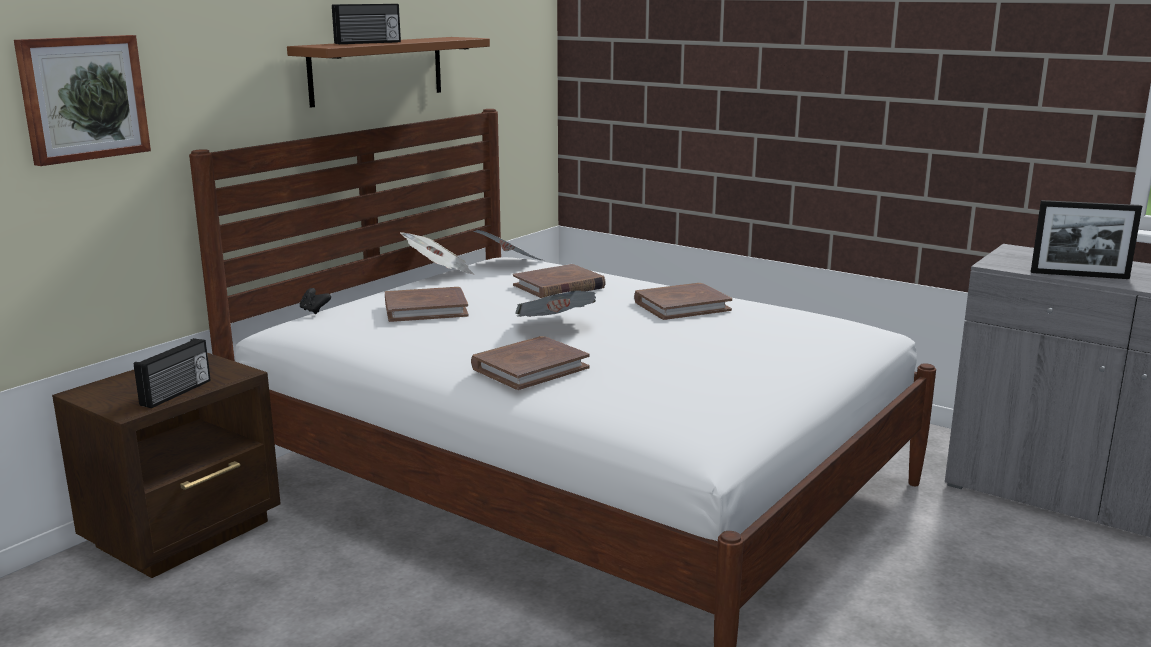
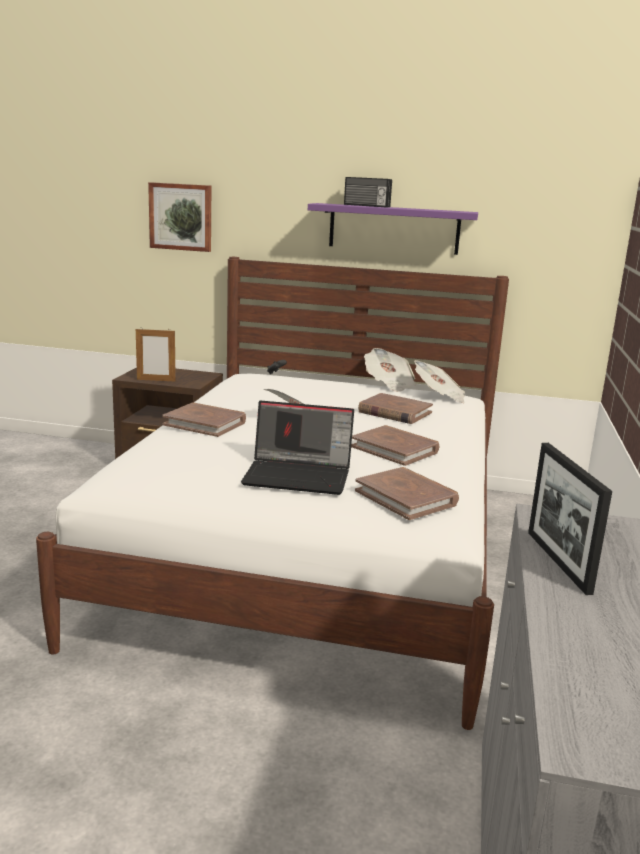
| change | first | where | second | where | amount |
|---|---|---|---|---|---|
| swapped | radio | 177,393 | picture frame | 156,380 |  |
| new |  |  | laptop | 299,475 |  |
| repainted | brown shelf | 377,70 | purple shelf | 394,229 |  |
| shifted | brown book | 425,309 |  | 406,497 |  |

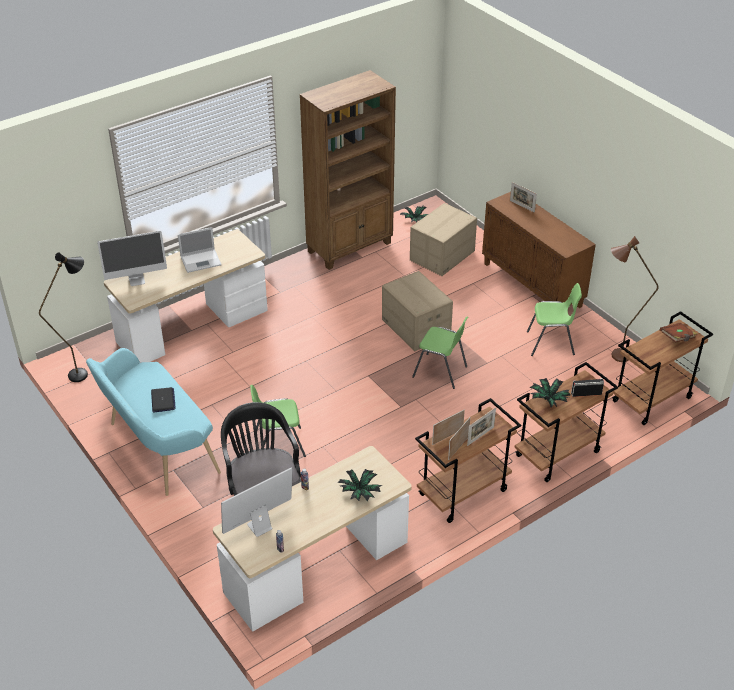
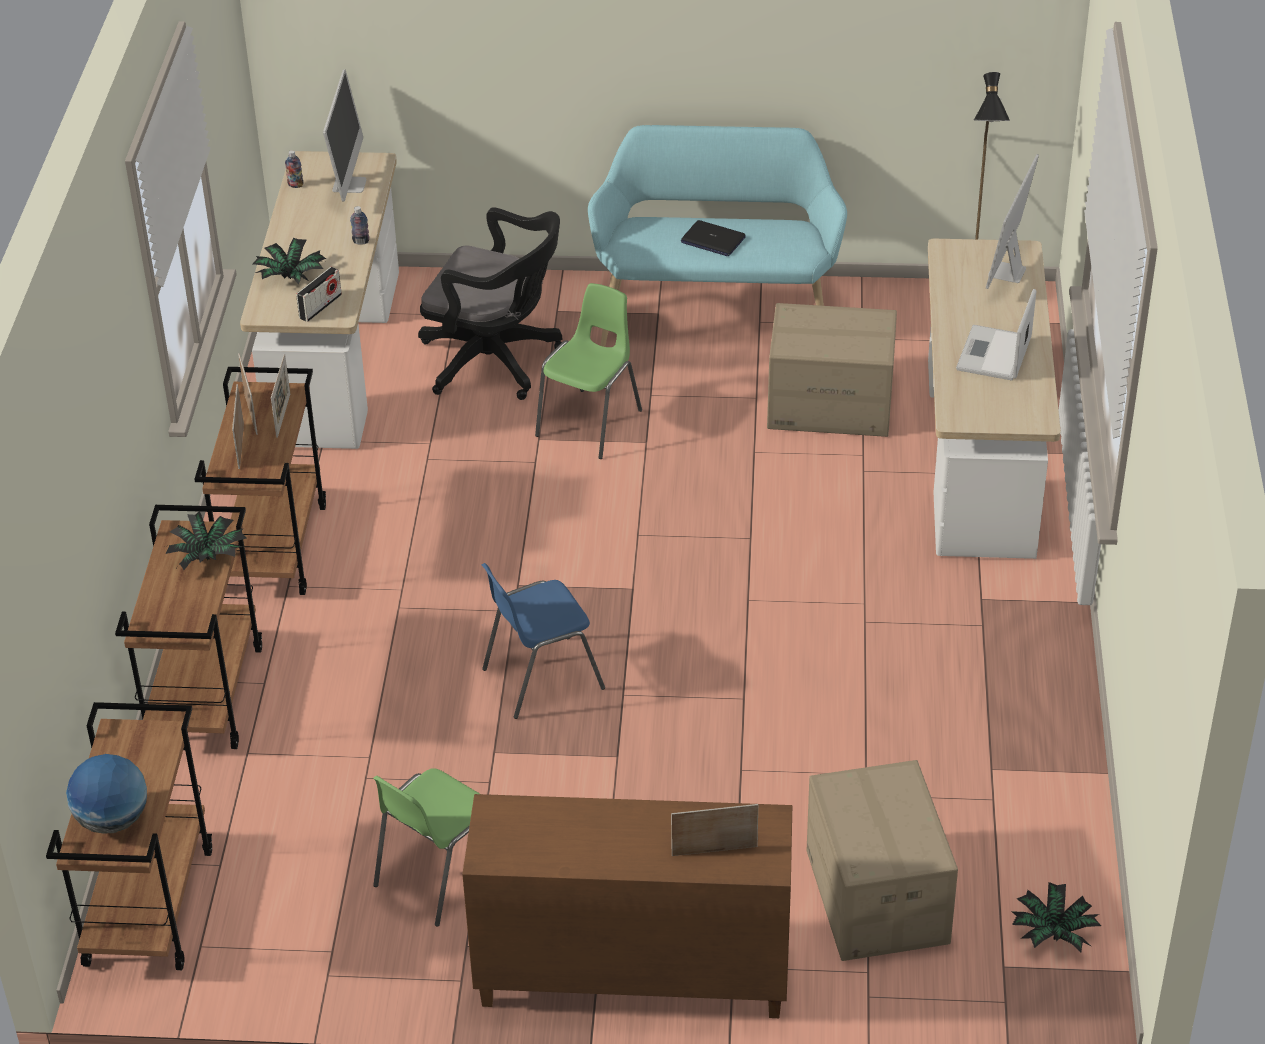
| change | first | where | second | where | amount |
|---|---|---|---|---|---|
| swapped | brown book | 677,338 | globe | 113,820 |  |
| shifted | radio | 586,393 |  | 320,306 |  |
| repainted | green chair | 440,372 | blue chair | 541,678 |  |
| shifted | cardboard box | 415,327 |  | 830,404 |  |
| gone | brown bookcase | 350,247 |  |  |  |
| gone | brown floor lamp | 613,356 |  |  |  |

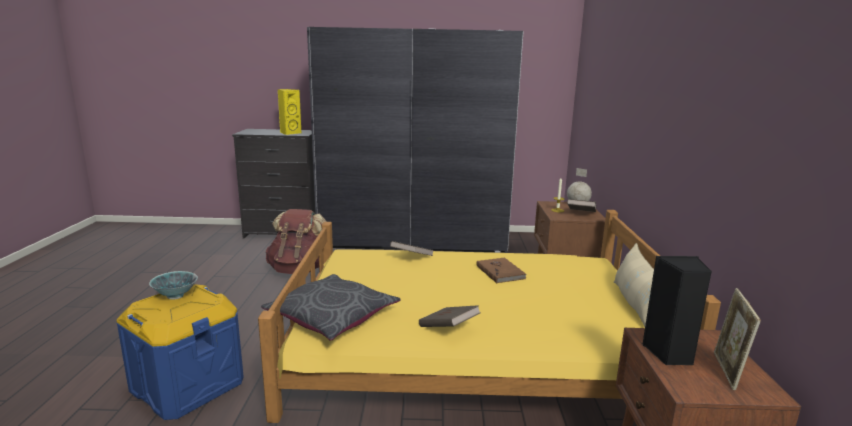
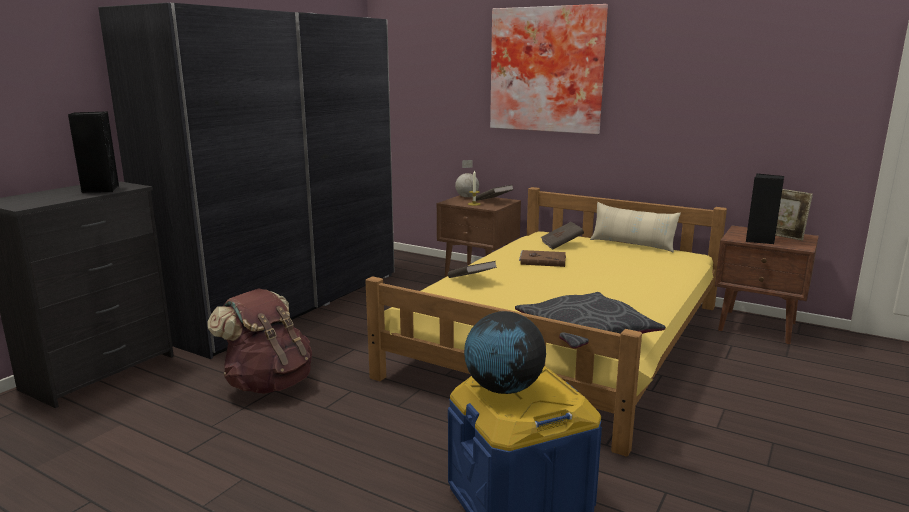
| change | first | where | second | where | amount |
|---|---|---|---|---|---|
| repainted | yellow speaker | 289,133 | black speaker | 100,189 |  |
| swapped | bowl | 175,296 | globe | 503,389 |  |
| new |  |  | picture | 547,70 |  |
| shifted | brown book | 448,328 |  | 561,245 |  |

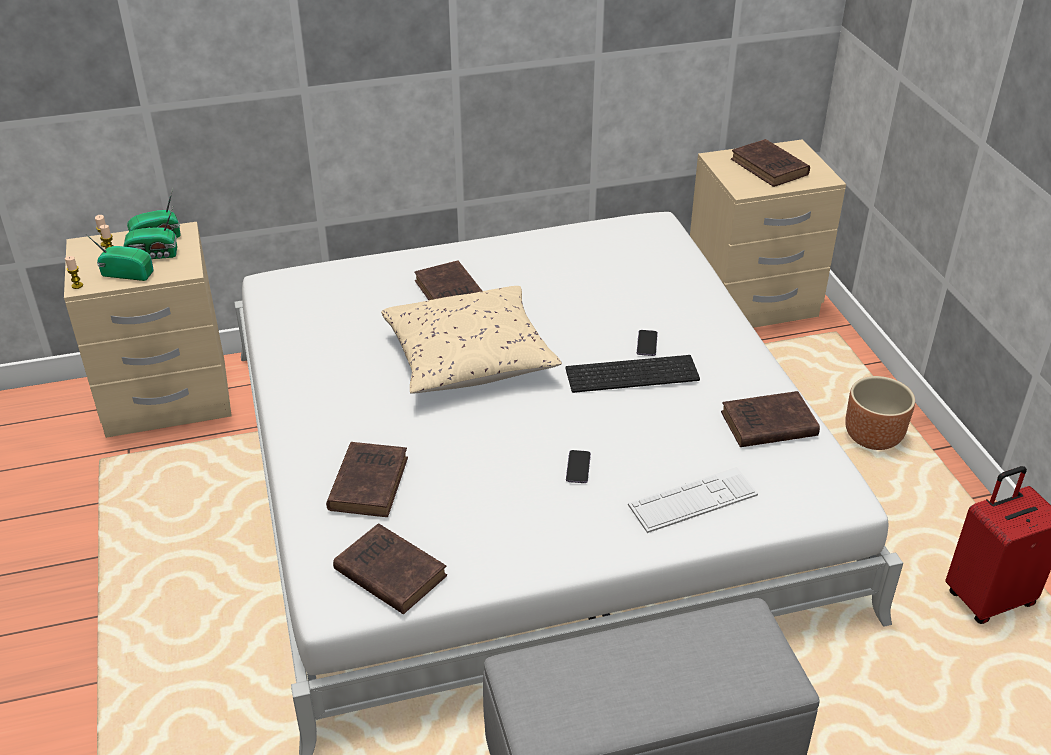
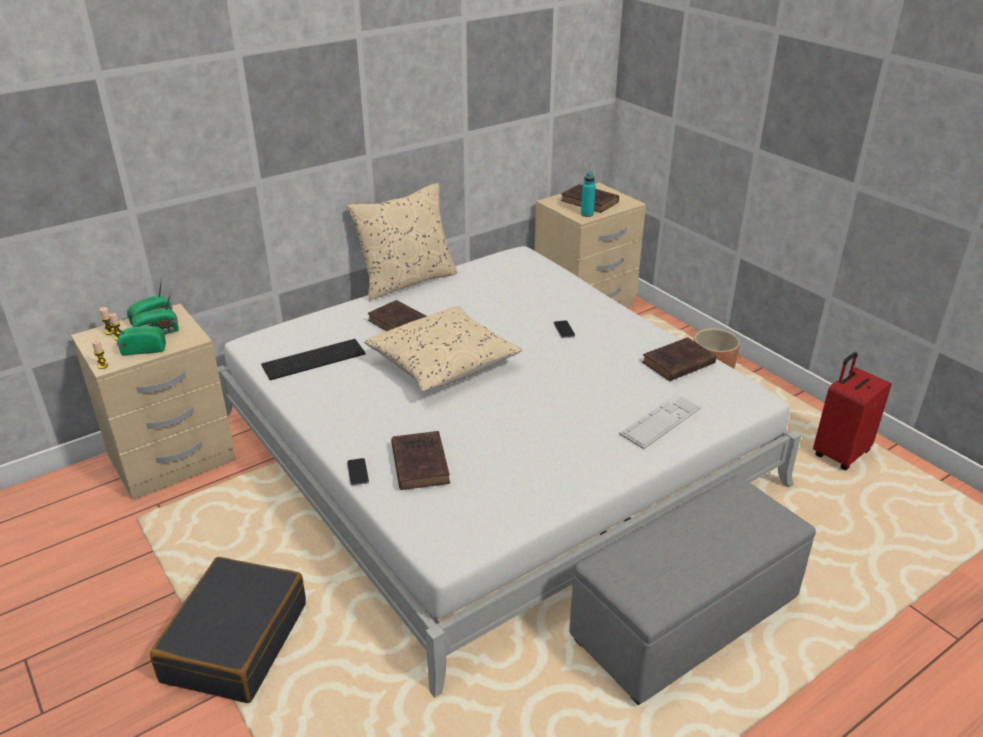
| change | first | where | second | where | amount |
|---|---|---|---|---|---|
| new |  |  | black suitcase | 235,641 |  |
| shifted | keyboard | 633,372 |  | 314,358 |  |
| new |  |  | beige pillow | 406,281 |  |
| shifted | phone | 578,468 |  | 358,472 |  |
| new |  |  | turquoise bottle | 587,214 |  |
| gone | brown book | 388,572 |  |  |  |

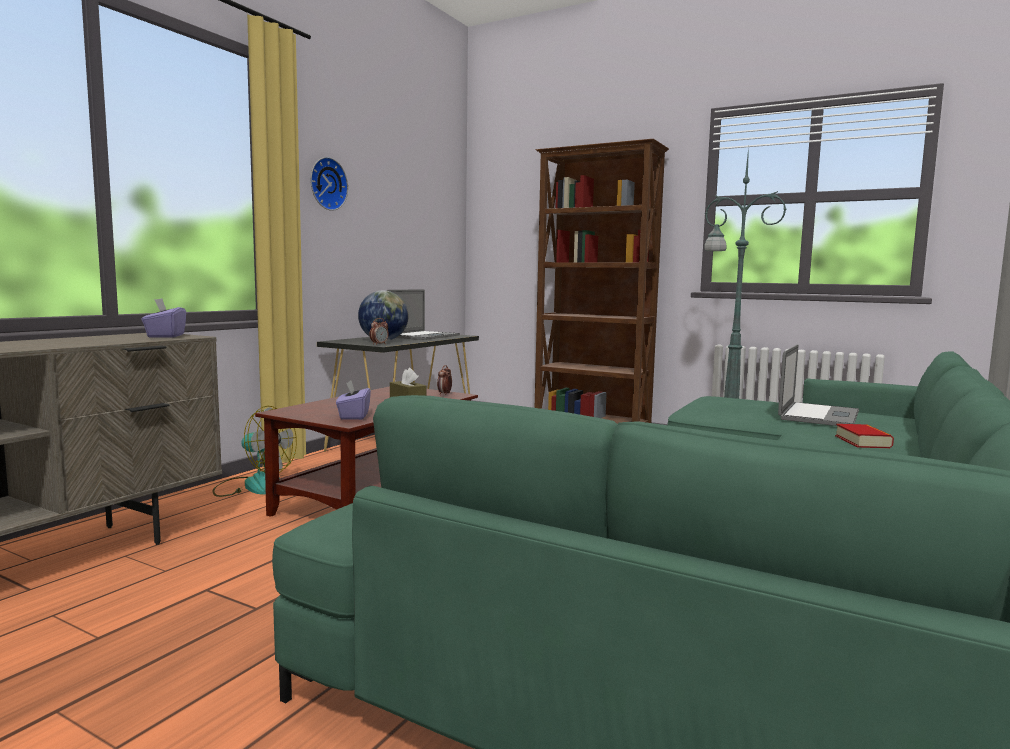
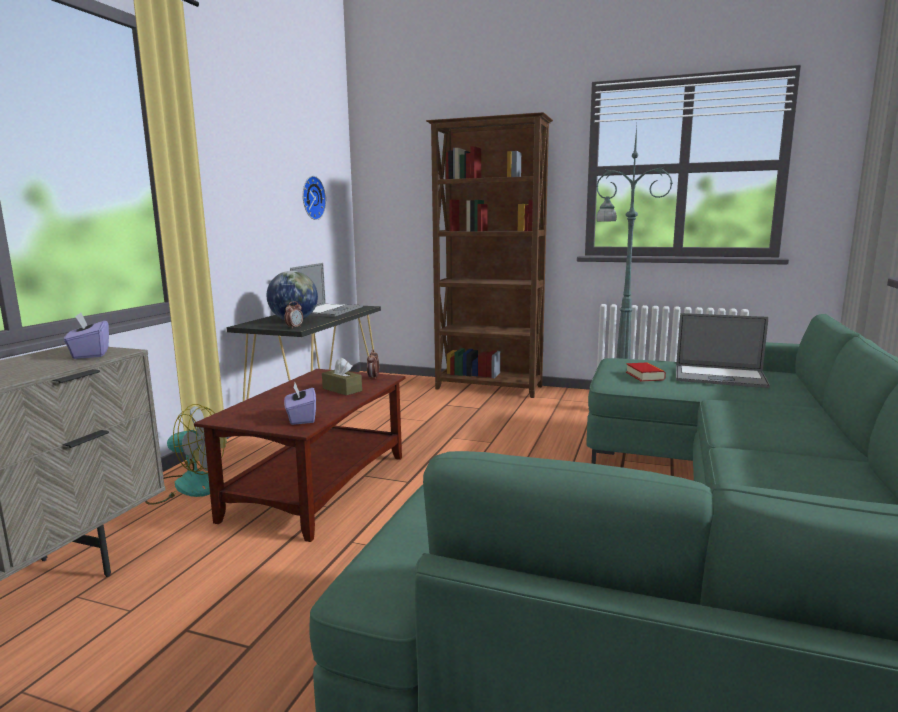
| change | first | where | second | where | amount |
|---|---|---|---|---|---|
| shifted | wall clock | 326,184 |  | 311,198 |  |
| shifted | book | 862,442 |  | 645,376 |  |
| rotated | laptop | 819,415 |  | 719,377 | 90 degrees clockwise |

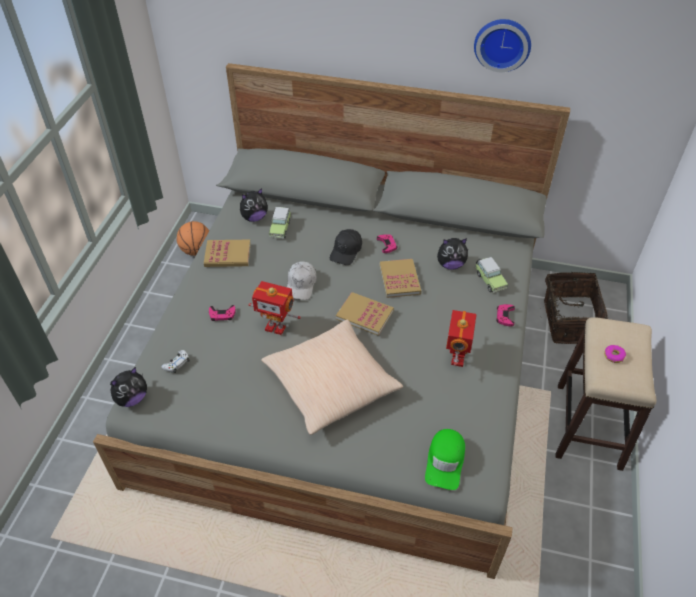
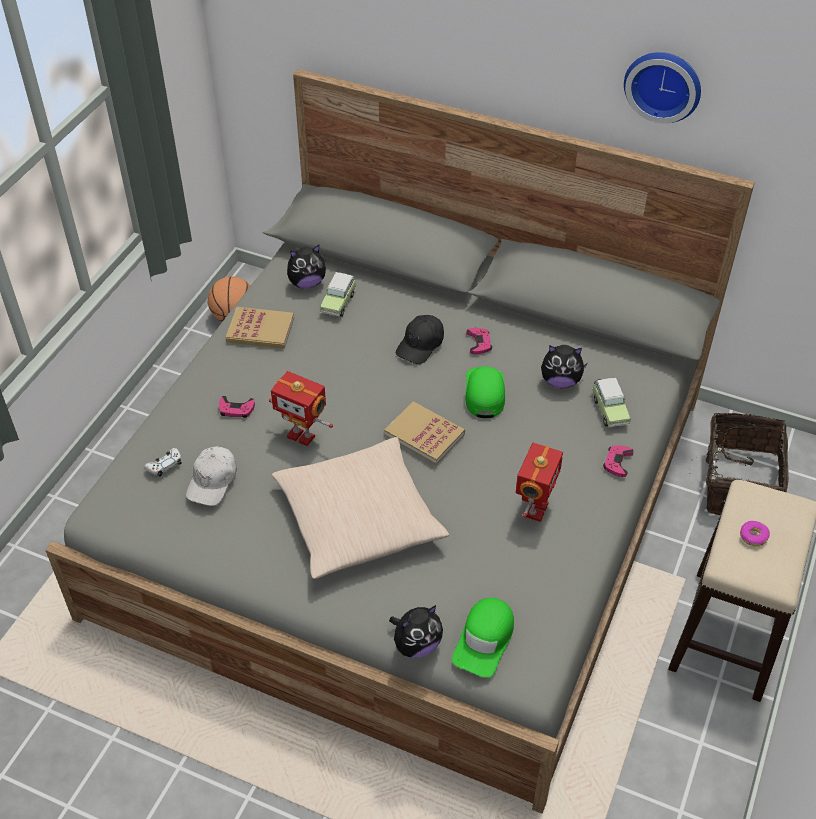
| change | first | where | second | where | amount |
|---|---|---|---|---|---|
| shifted | white cap | 301,285 |  | 213,481 |  |
| shifted | plush toy | 132,398 |  | 416,645 |  |
| swapped | book | 399,279 | green cap | 484,393 |  |

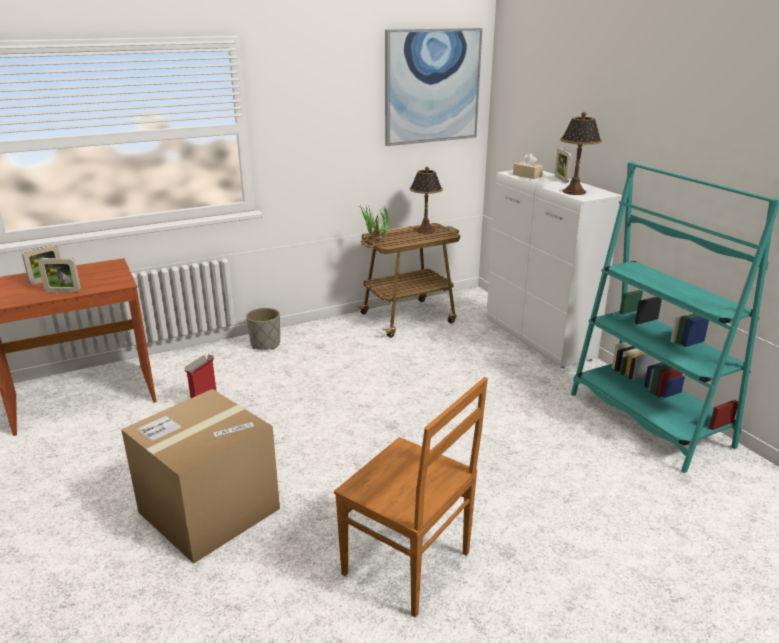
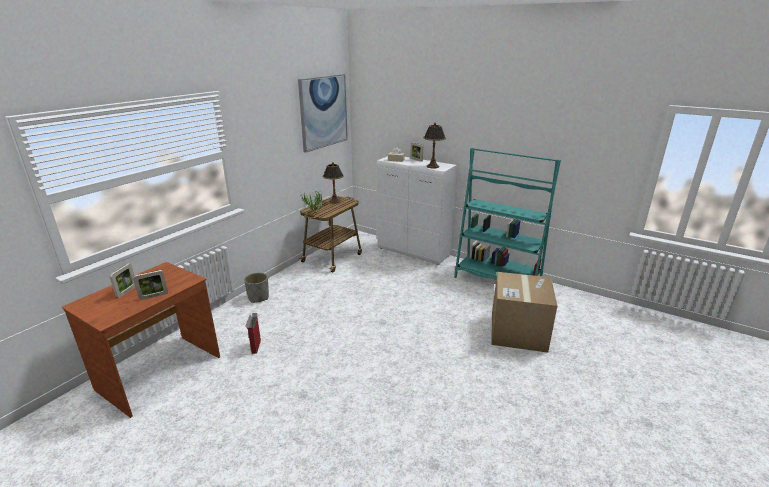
| change | first | where | second | where | amount |
|---|---|---|---|---|---|
| shifted | cardboard box | 209,510 |  | 518,332 |  |
| gone | brown chair | 409,565 |  |  |  |

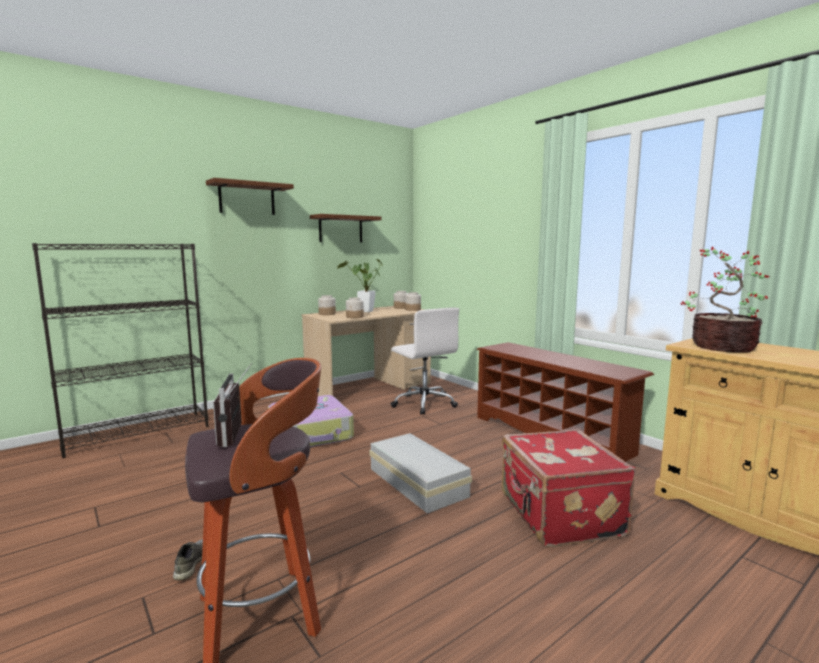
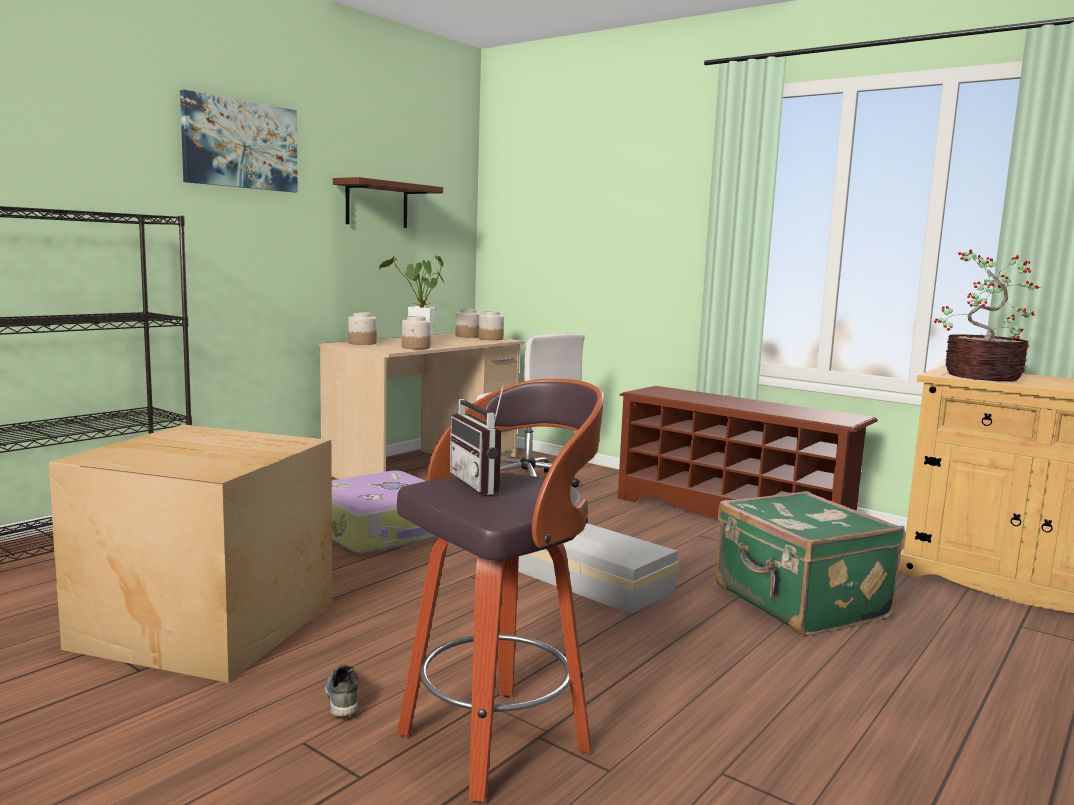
| change | first | where | second | where | amount |
|---|---|---|---|---|---|
| new |  |  | cardboard box | 206,623 |  |
| swapped | brown shelf | 247,198 | picture | 240,144 |  |
| repainted | red suitcase | 558,515 | green suitcase | 799,603 |  |

